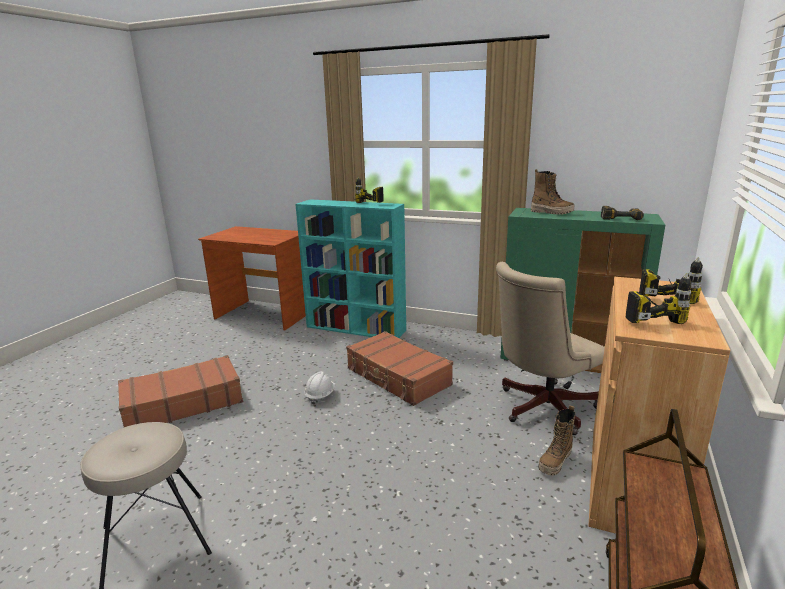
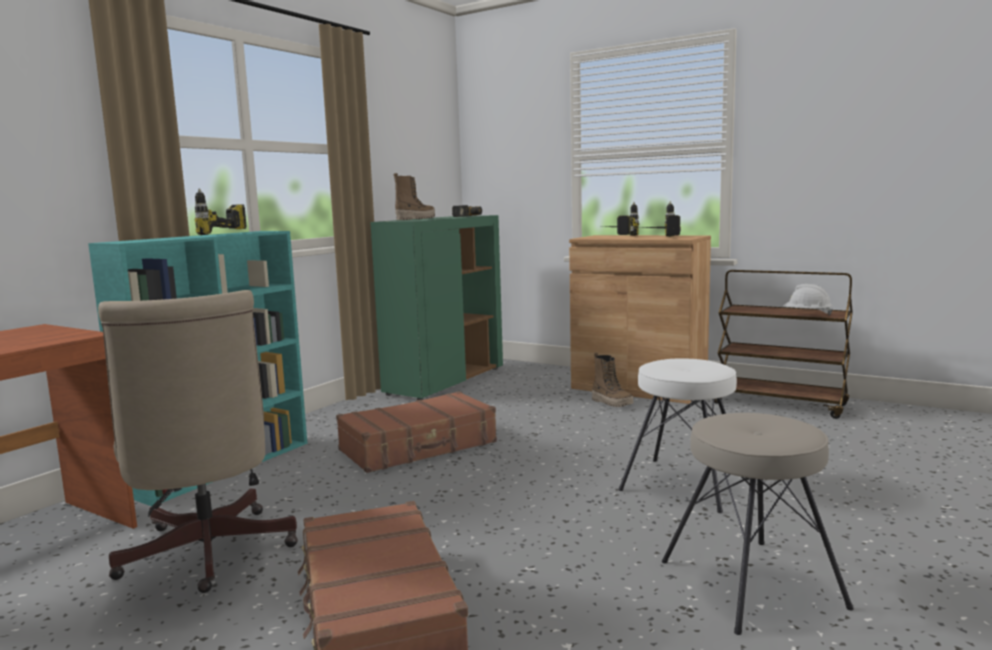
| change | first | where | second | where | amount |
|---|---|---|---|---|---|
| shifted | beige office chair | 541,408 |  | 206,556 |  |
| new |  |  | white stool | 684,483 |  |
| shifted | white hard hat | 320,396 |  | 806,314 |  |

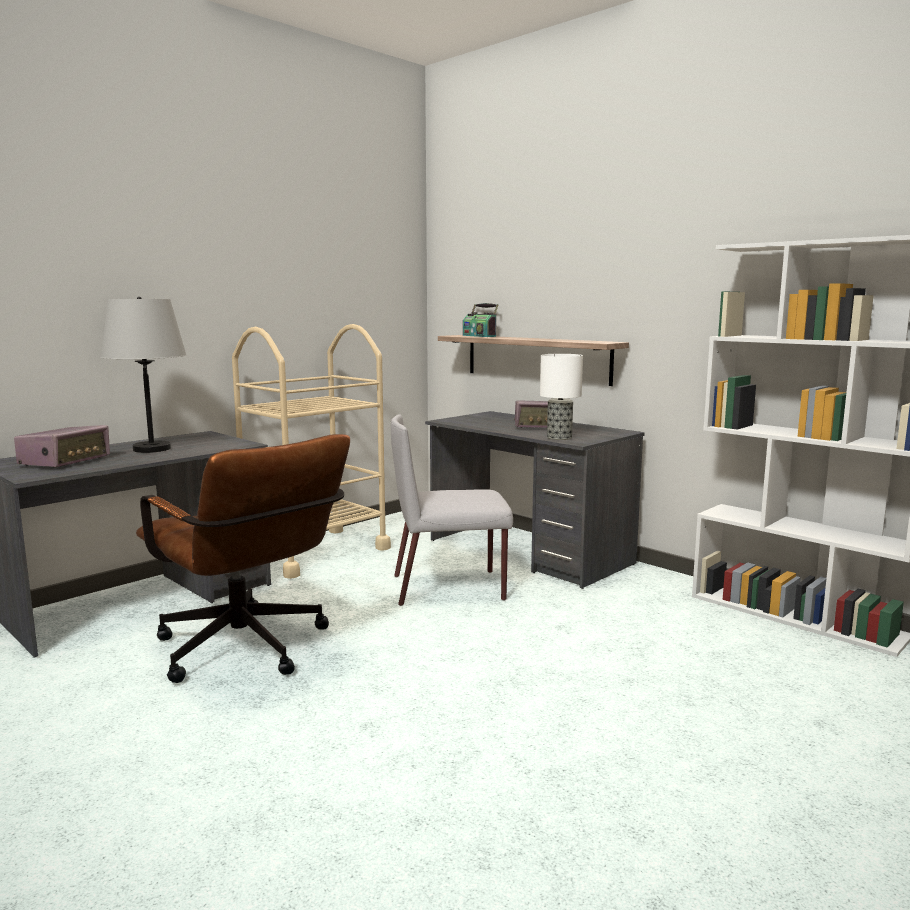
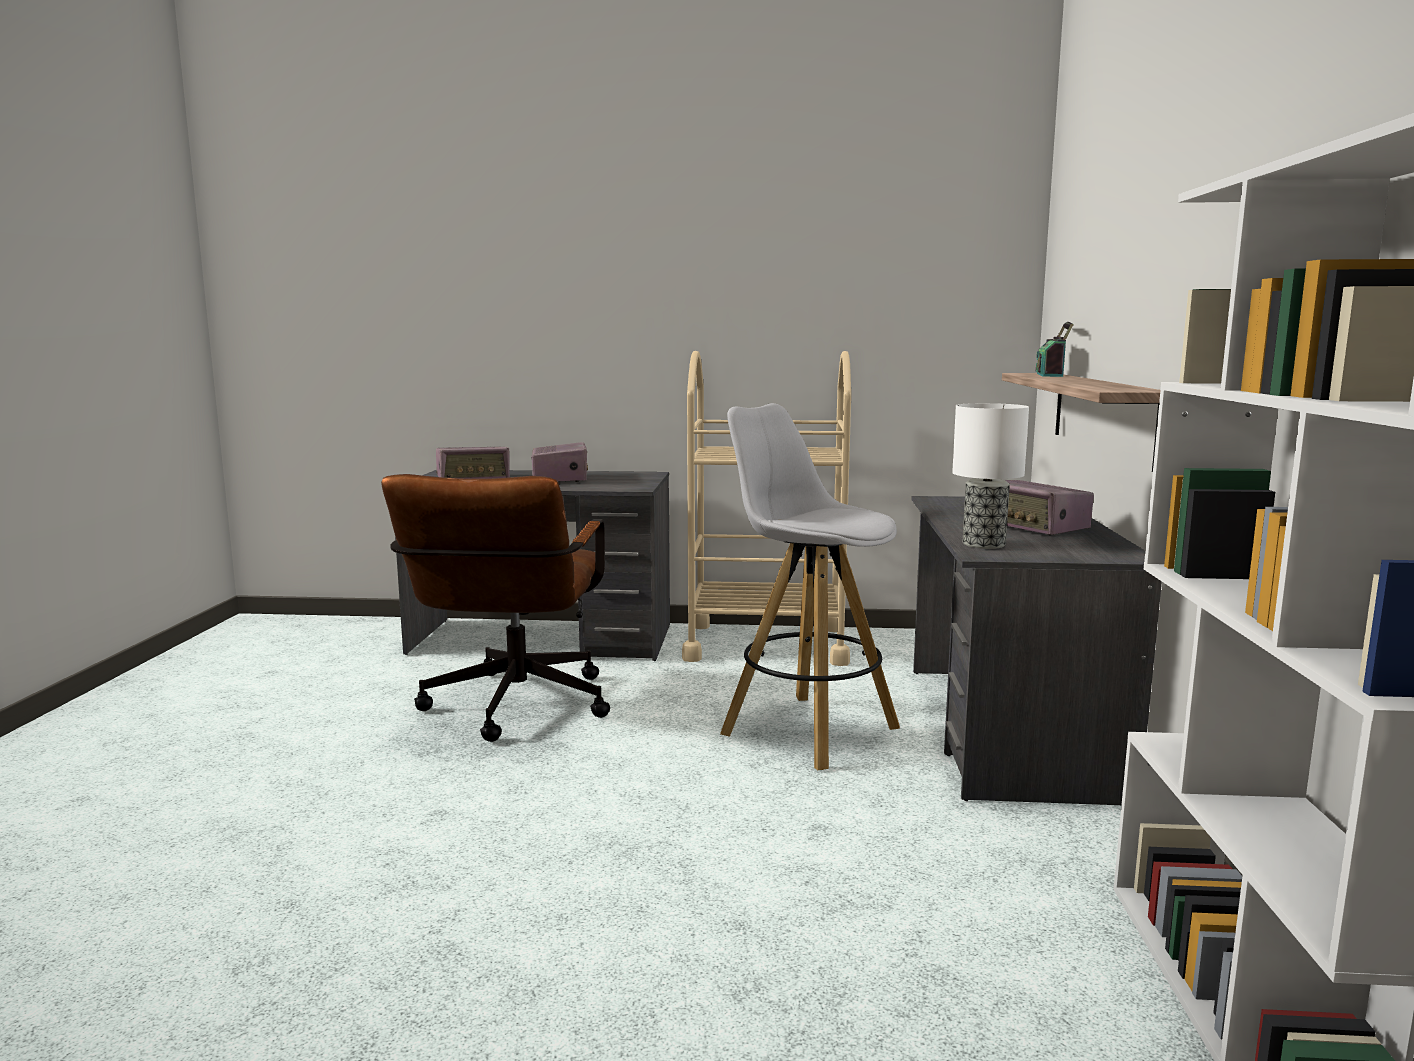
| change | first | where | second | where | amount |
|---|---|---|---|---|---|
| swapped | grey table lamp | 151,449 | radio | 560,479 |  |
| swapped | grey chair | 450,587 | white stool | 807,730 |  |

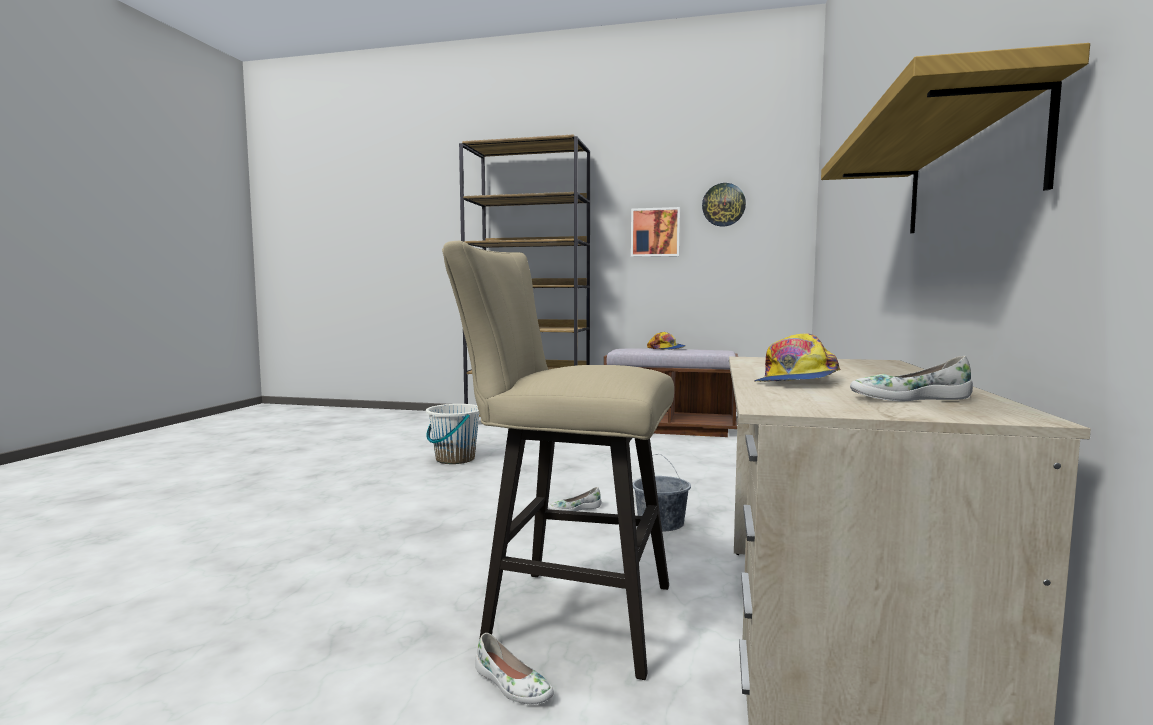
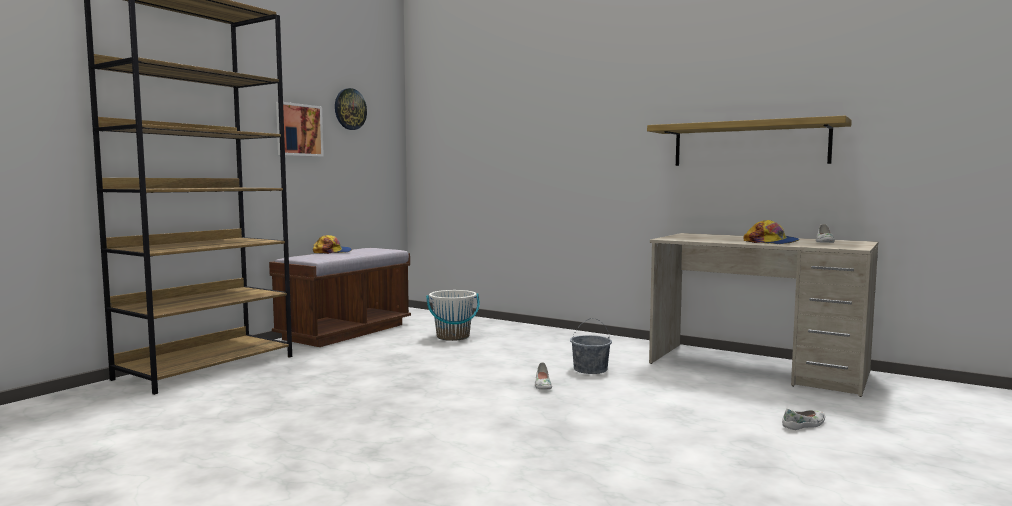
| change | first | where | second | where | amount |
|---|---|---|---|---|---|
| shifted | white bucket | 454,459 |  | 453,337 |  |
| gone | beige stool | 566,614 |  |  |  |

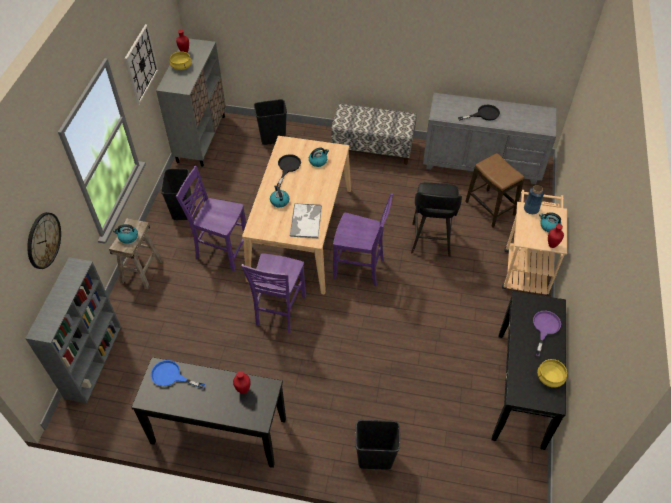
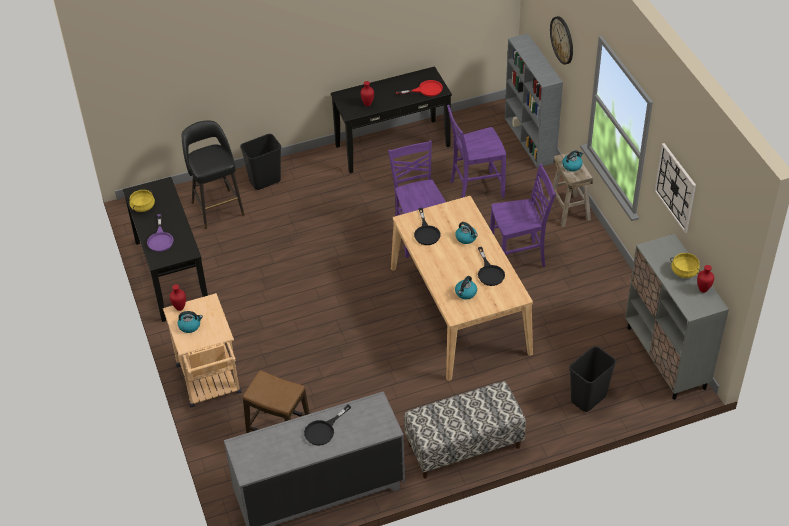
| change | first | where | second | where | amount |
|---|---|---|---|---|---|
| shifted | black stool | 430,241 |  | 217,208 |  |
| repainted | blue frying pan | 171,376 | red frying pan | 425,90 |  |
| swapped | tray | 306,221 | black frying pan | 426,232 |  |
| shifted | purple chair | 360,269 |  | 475,188 |  |
| gone | black trash can | 182,210 |  |  |  |
| gone | blue vase | 531,209 |  |  |  |

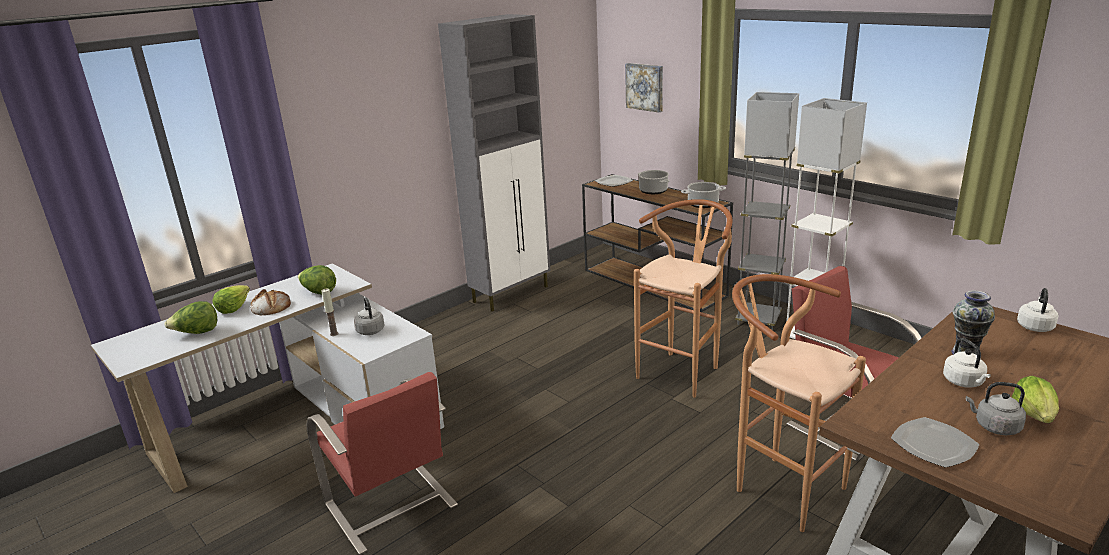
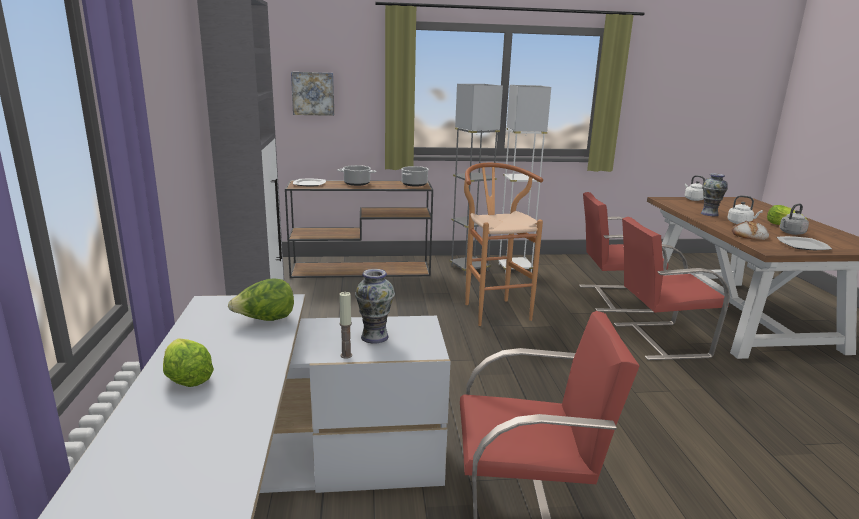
| change | first | where | second | where | amount |
|---|---|---|---|---|---|
| swapped | grey kettle | 370,330 | vase | 374,336 |  |
| swapped | brown stool | 780,486 | red chair | 658,340 |  |
| shifted | bread | 270,306 |  | 749,235 |  |
| gone | lettuce | 197,333 |  |  |  |

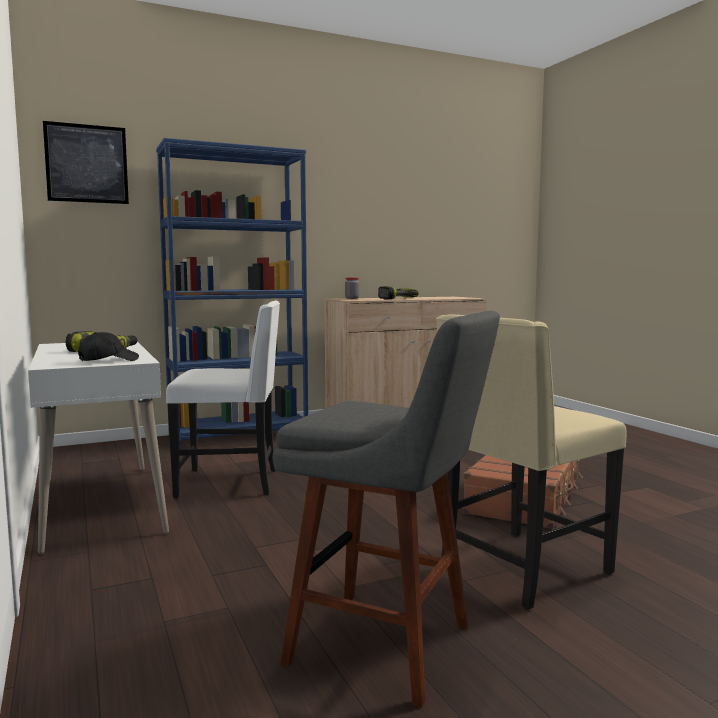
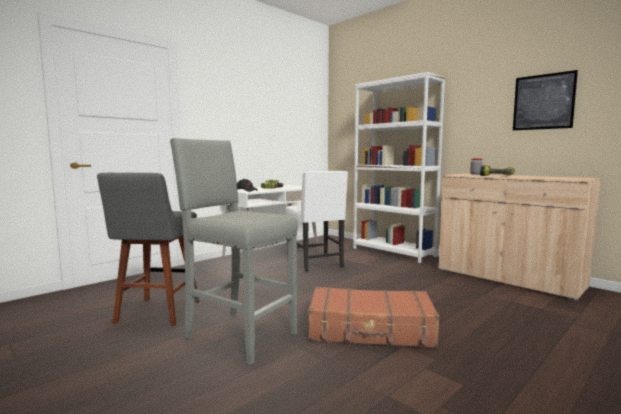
| change | first | where | second | where | amount |
|---|---|---|---|---|---|
| swapped | beige chair | 521,570 | grey stool | 239,335 |  |
| repainted | blue bookcase | 239,435 | white bookcase | 393,252 |  |
| shifted | picture | 87,163 |  | 543,102 |  |

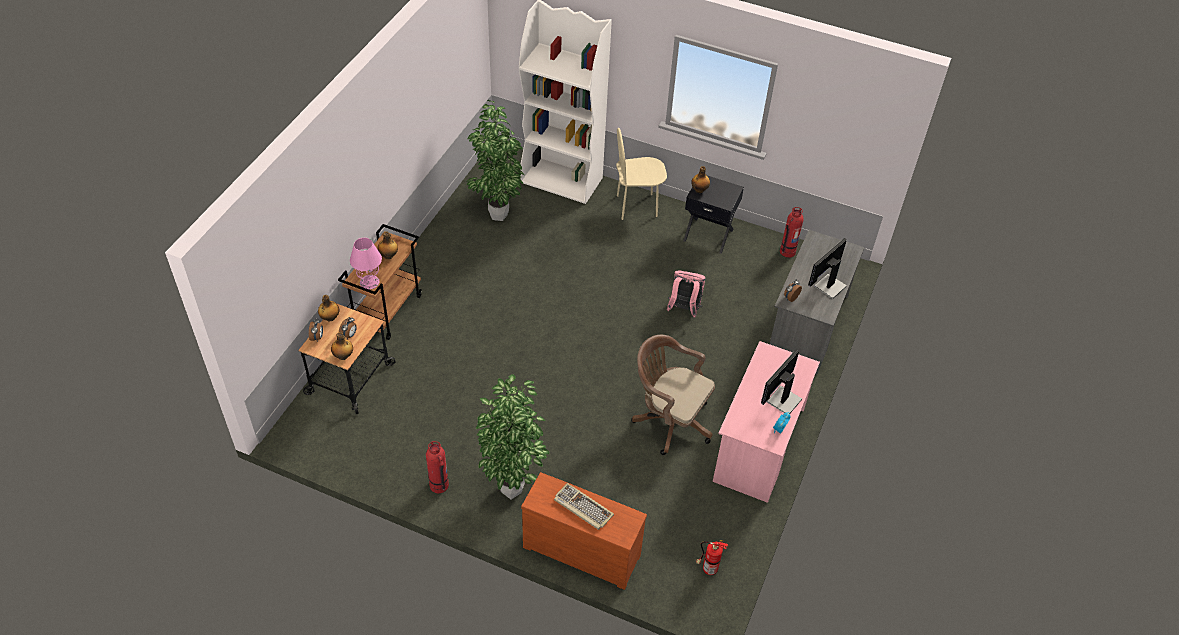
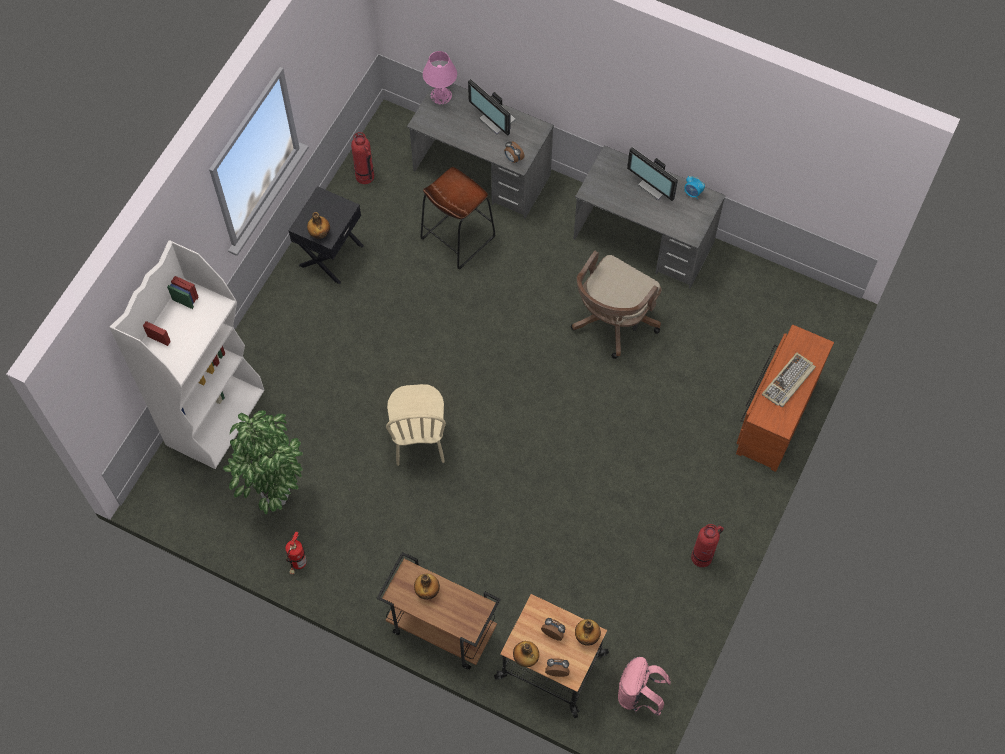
| change | first | where | second | where | amount |
|---|---|---|---|---|---|
| shifted | fire extinguisher | 708,569 |  | 298,564 |  |
| shifted | beige chair | 636,206 |  | 419,442 |  |
| new |  |  | brown stool | 457,237 |  |
| shifted | pink table lamp | 369,282 |  | 440,95 |  |
| repainted | pink desk | 759,445 | grey desk | 643,241 |  |
| shifted | pink backpack | 683,309 |  | 639,694 |  |
| gone | potted plant | 514,489 |  |  |  |

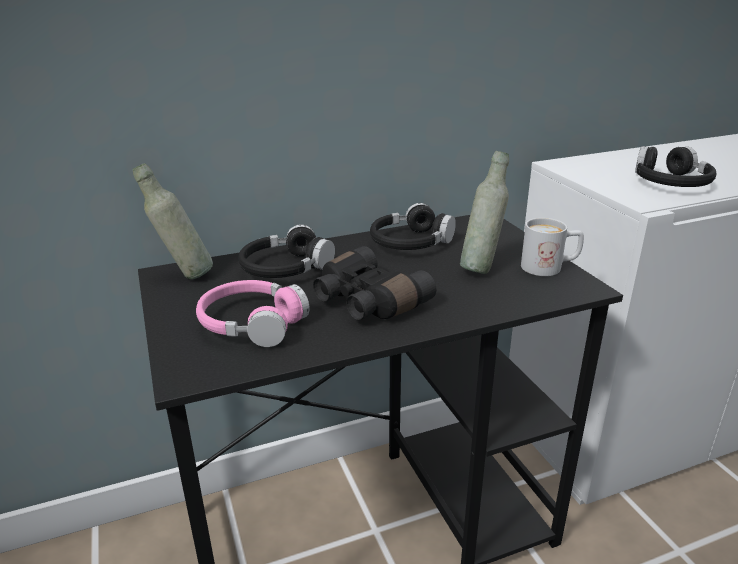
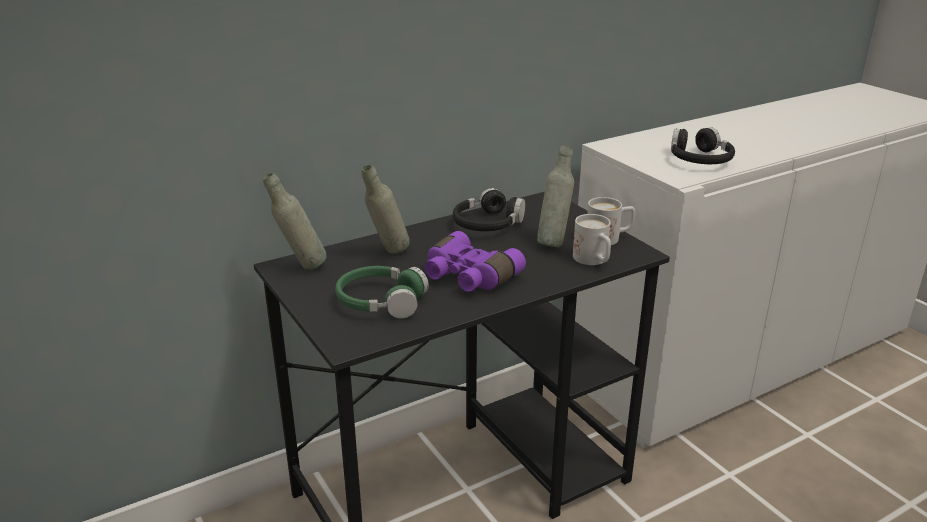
| change | first | where | second | where | amount |
|---|---|---|---|---|---|
| repainted | pink headphones | 252,323 | green headphones | 380,302 |  |
| swapped | black headphones | 286,268 | grey bottle | 387,254 |  |
| repainted | black binoculars | 366,302 | purple binoculars | 468,277 |  |
| new |  |  | white mug | 593,261 |  |

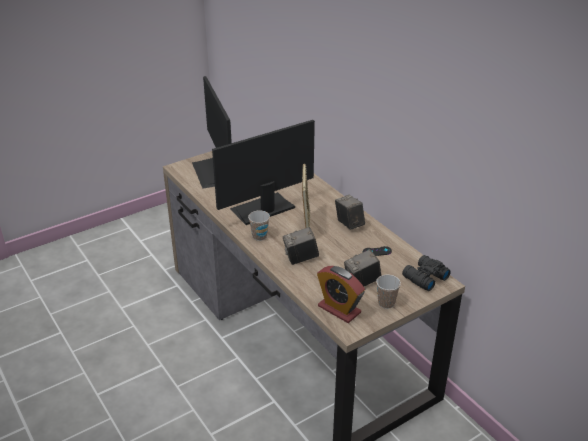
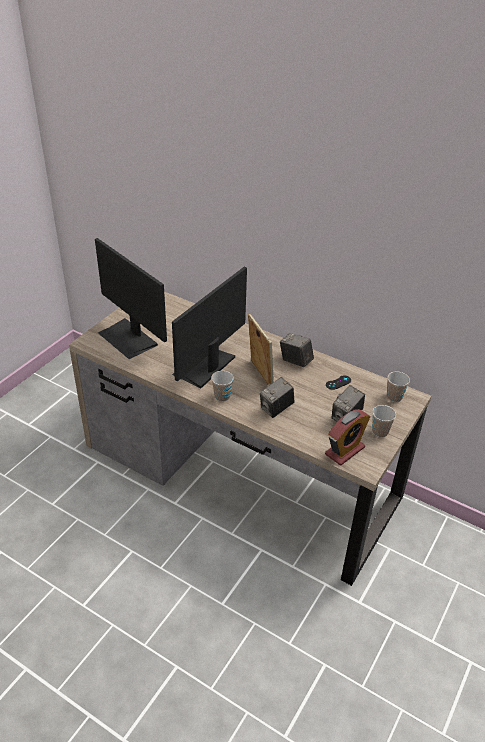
| change | first | where | second | where | amount |
|---|---|---|---|---|---|
| rotated | alarm clock | 339,309 |  | 345,451 | 60 degrees counterclockwise |
| swapped | black binoculars | 424,277 | cup | 394,397 |  |

